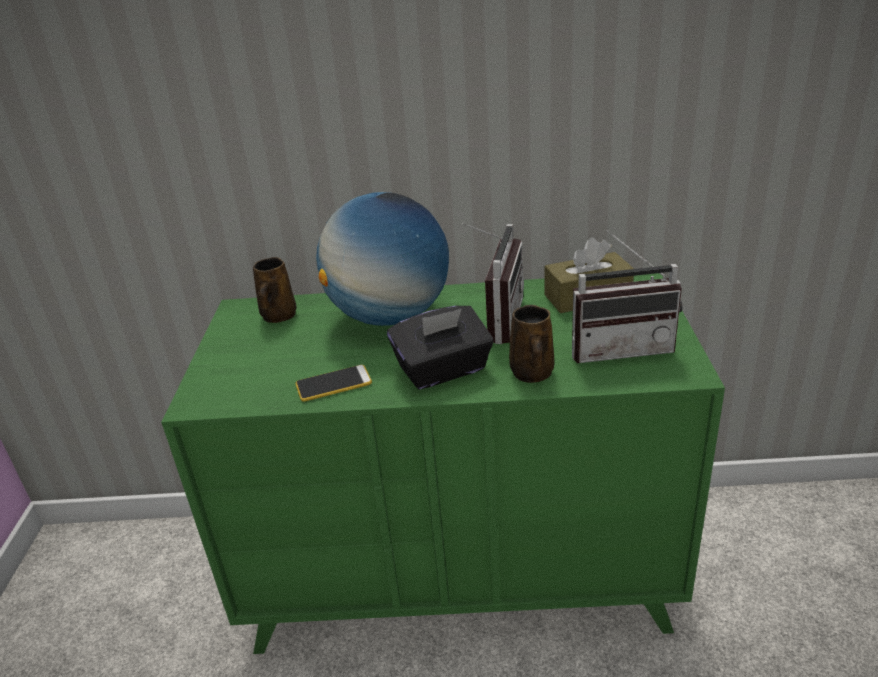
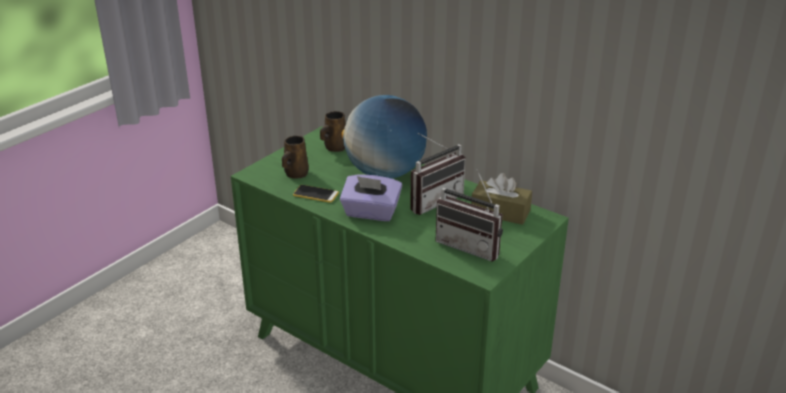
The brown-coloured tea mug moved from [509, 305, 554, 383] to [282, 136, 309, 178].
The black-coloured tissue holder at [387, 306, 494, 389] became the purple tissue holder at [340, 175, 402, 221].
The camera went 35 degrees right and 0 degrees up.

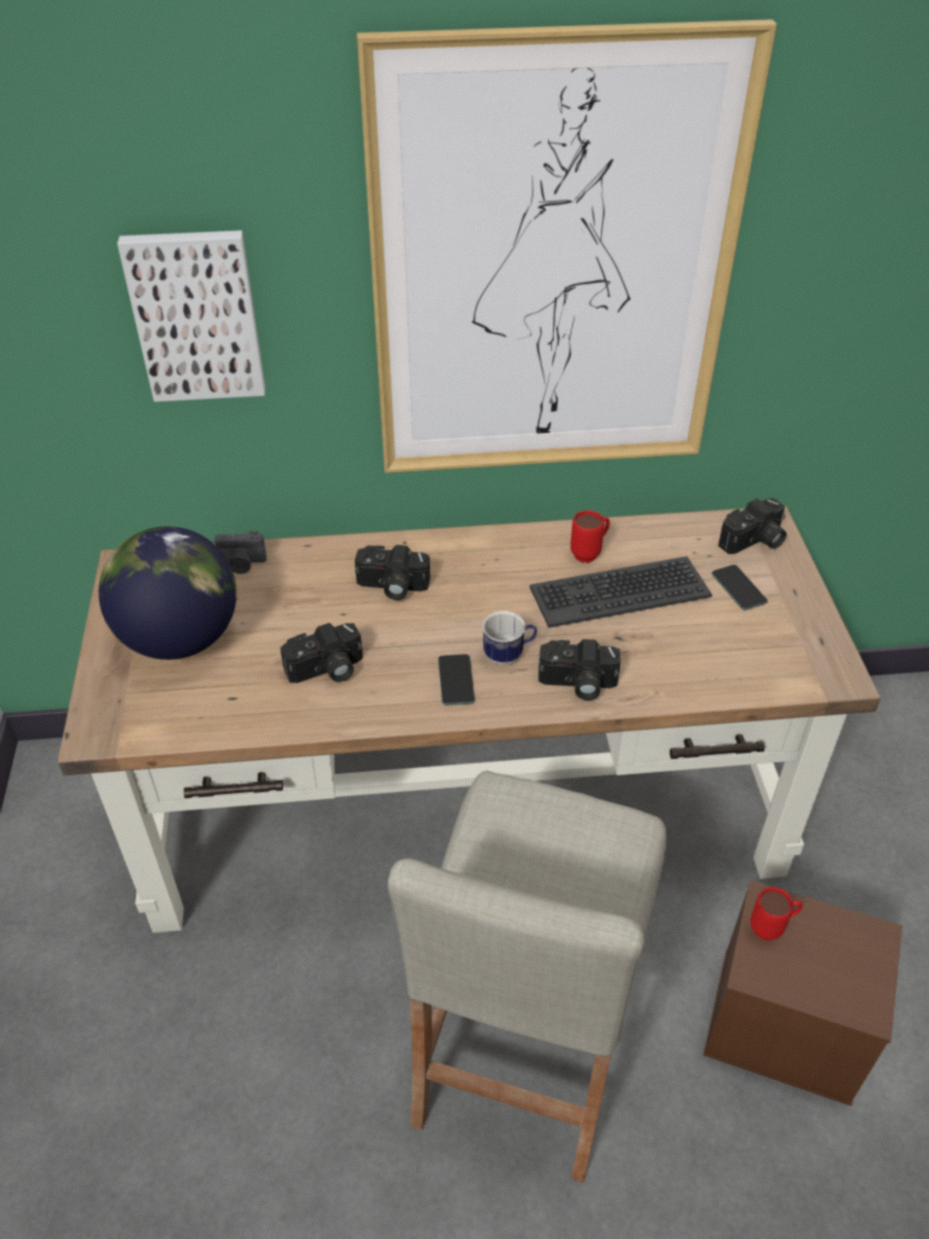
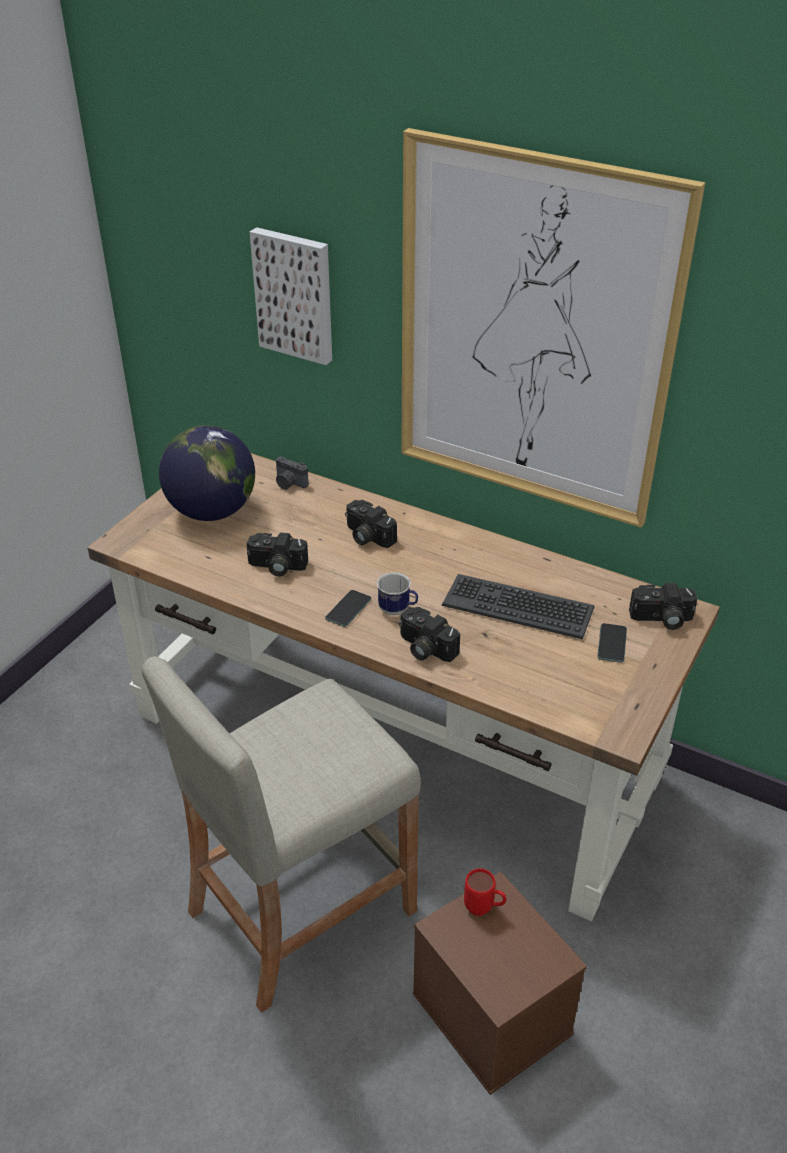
The reddish tea mug at [570, 510, 610, 563] disappeared.
The camera went 35 degrees right and 5 degrees down.

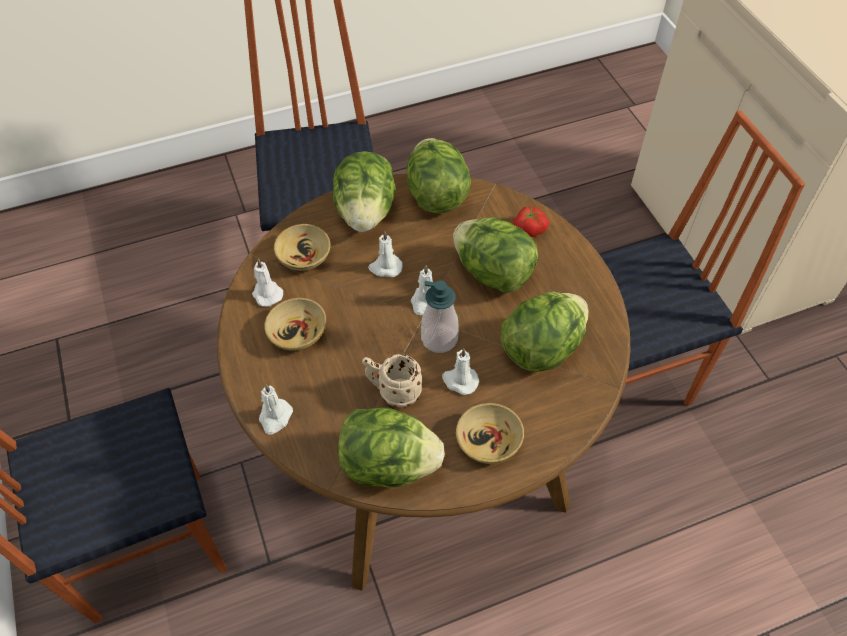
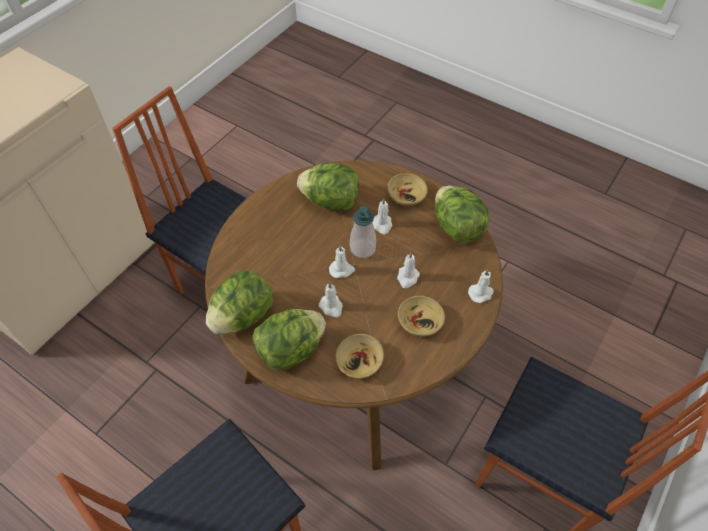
The whitish wax light moved from [252, 258, 283, 307] to [397, 252, 420, 288].
The beige-coloured tea mug at [362, 354, 423, 407] disappeared.
The lettuce head at [453, 217, 538, 293] disappeared.
The fresh tomato at [513, 207, 549, 237] disappeared.
The camera went 125 degrees left and 0 degrees up.

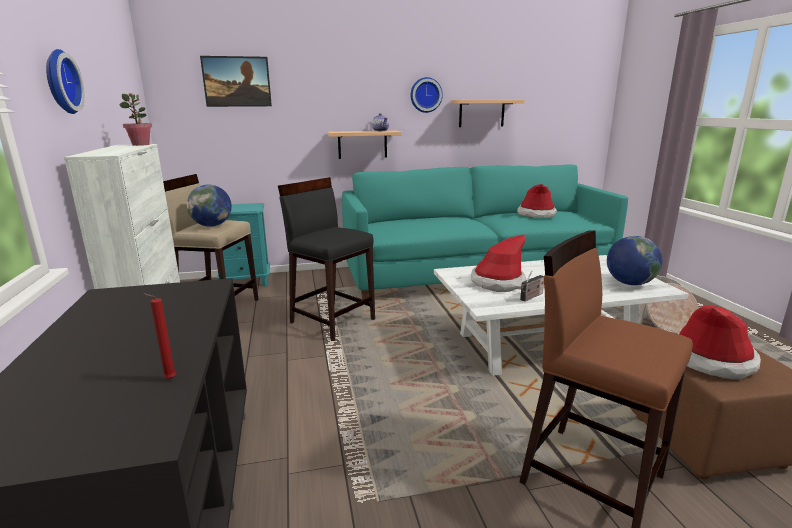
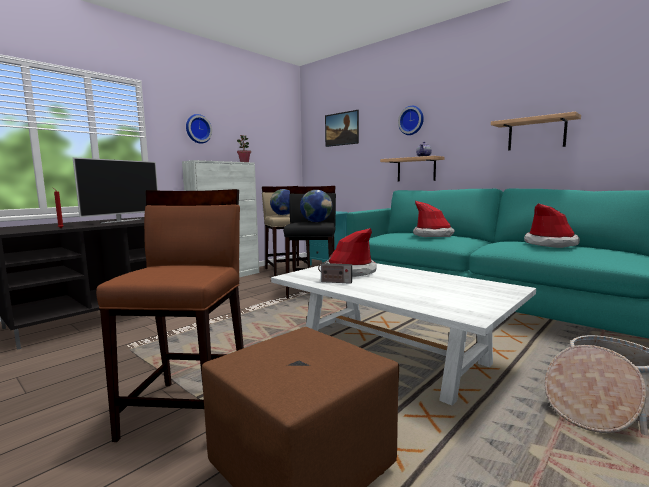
The TV at [73, 157, 158, 223] appeared.
The globe moved from [607, 236, 662, 285] to [300, 190, 332, 222].
The wall clock moved from [411, 77, 443, 113] to [398, 106, 424, 135].
The clothing hat moved from [678, 305, 761, 379] to [413, 201, 455, 237].
The camera went 55 degrees right and 10 degrees down.

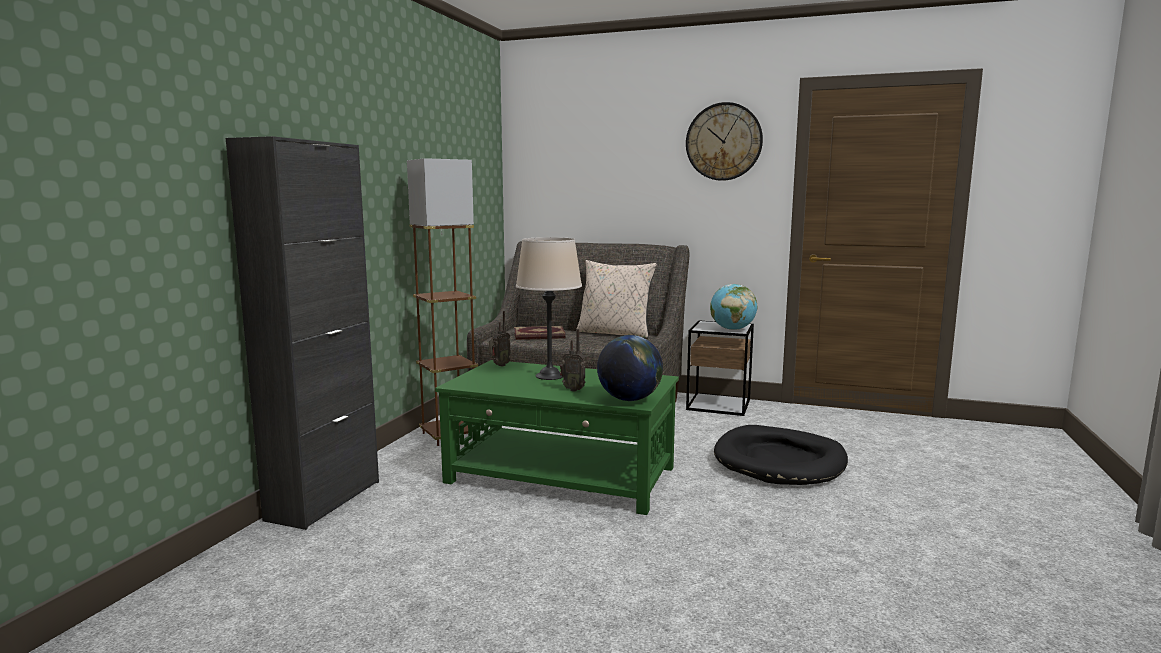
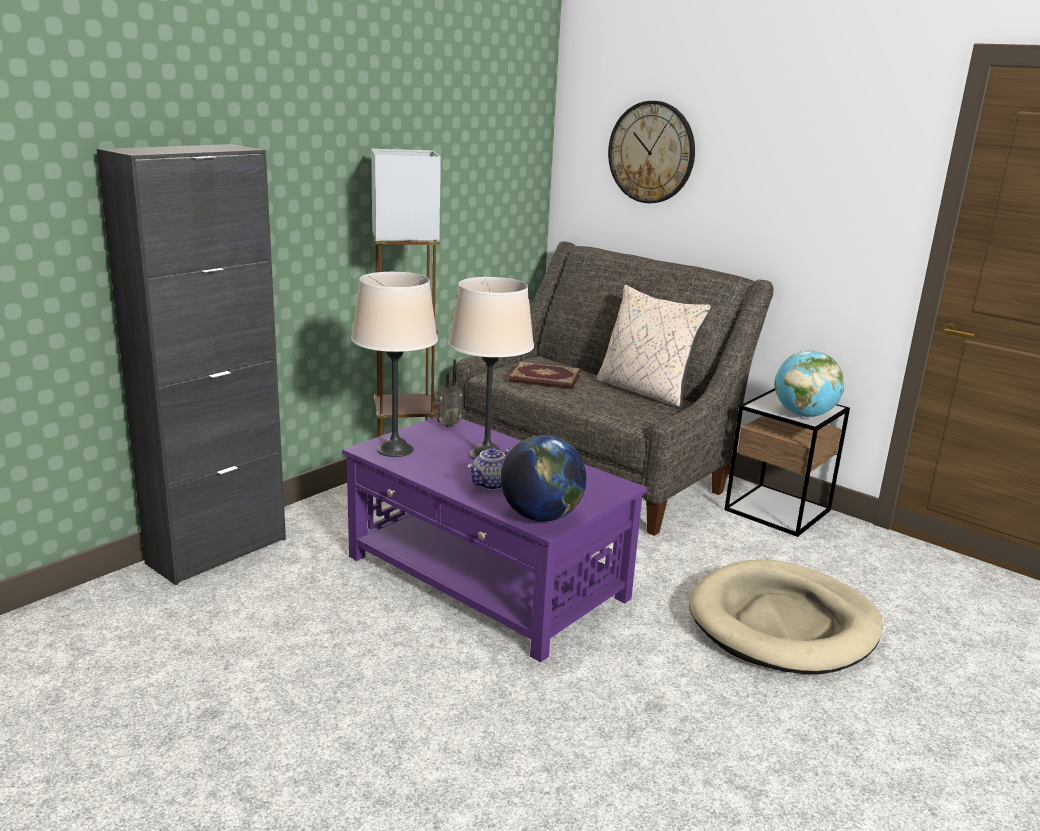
The green coffee table at [435, 360, 679, 515] became the purple coffee table at [342, 417, 648, 662].
The beige-coloured table lamp at [351, 272, 438, 457] appeared.
The radio set at [560, 329, 586, 391] was replaced by the tea pot at [468, 447, 512, 490].
The wall clock moved from [686, 102, 763, 181] to [608, 101, 695, 203].
The black-coloured dog cushion at [714, 425, 848, 485] became the beige-coloured dog cushion at [689, 559, 883, 674].
The camera went 20 degrees right and 10 degrees up.

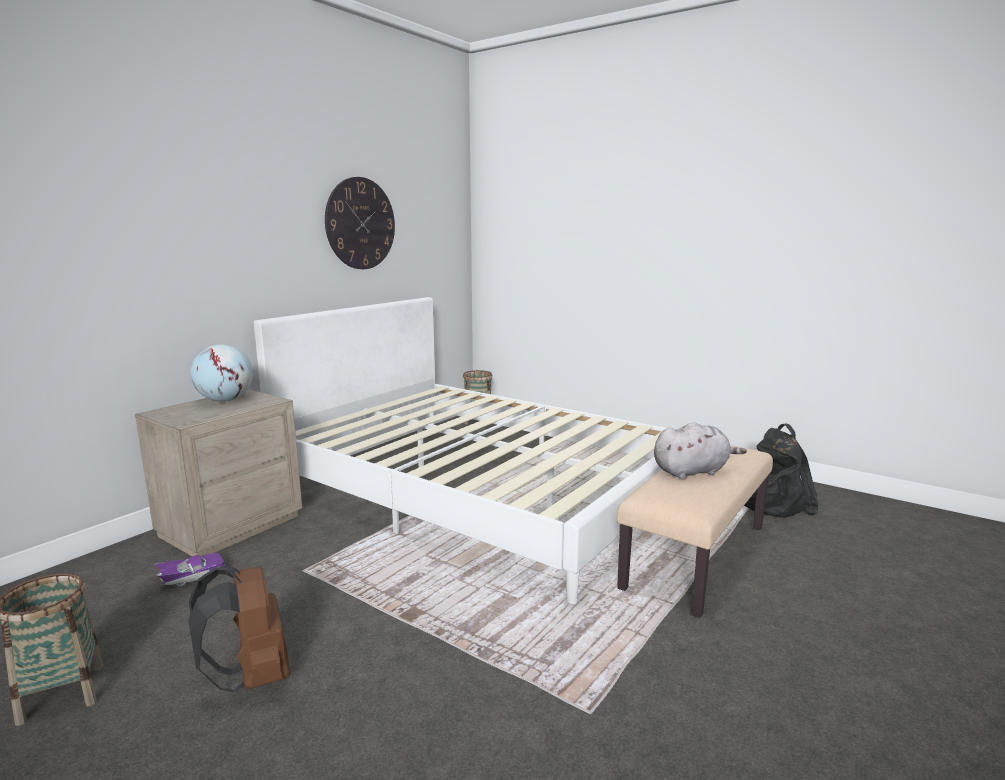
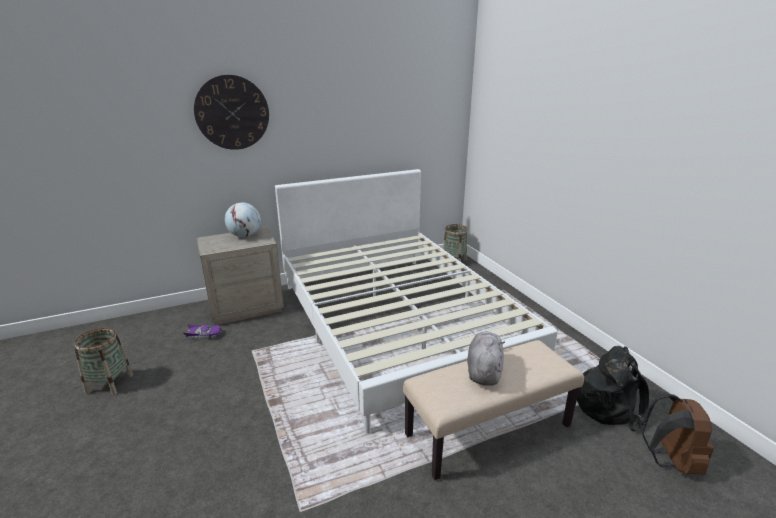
The wall clock moved from [325, 177, 395, 269] to [194, 75, 269, 150].
The gray cuddly toy at [654, 422, 747, 480] turned 90 degrees counterclockwise.
The brown-coloured backpack moved from [188, 567, 290, 693] to [642, 393, 714, 475].
The camera went 30 degrees right and 10 degrees up.

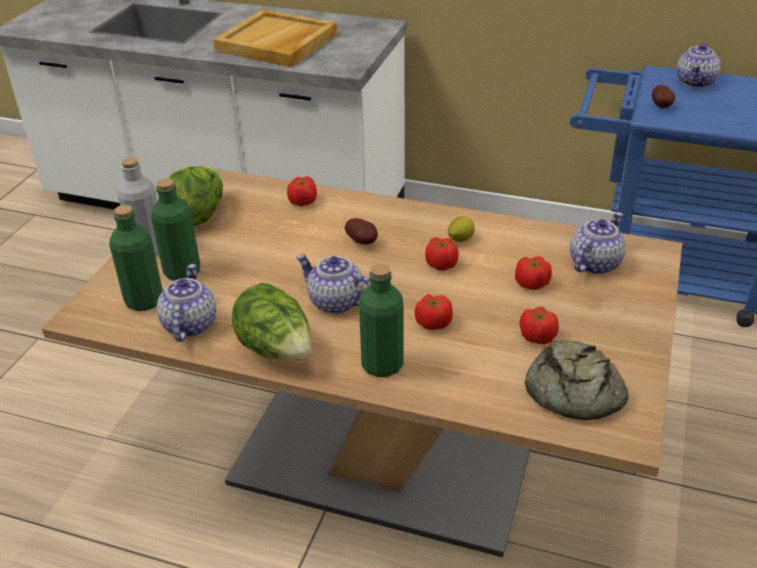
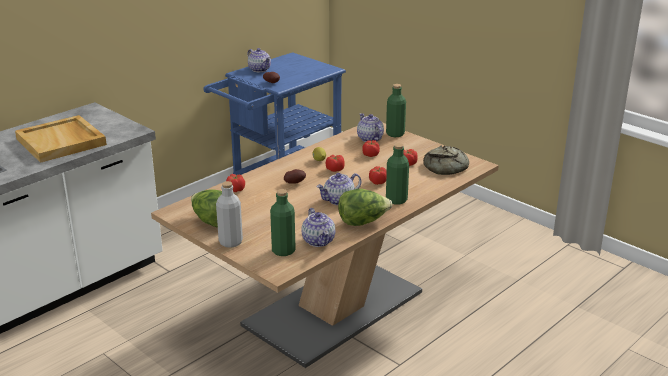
The tea pot at [157, 264, 216, 342] turned 135 degrees counterclockwise.
The green beverage bottle moved from [151, 178, 200, 281] to [386, 84, 406, 137].
The camera went 65 degrees left and 10 degrees down.

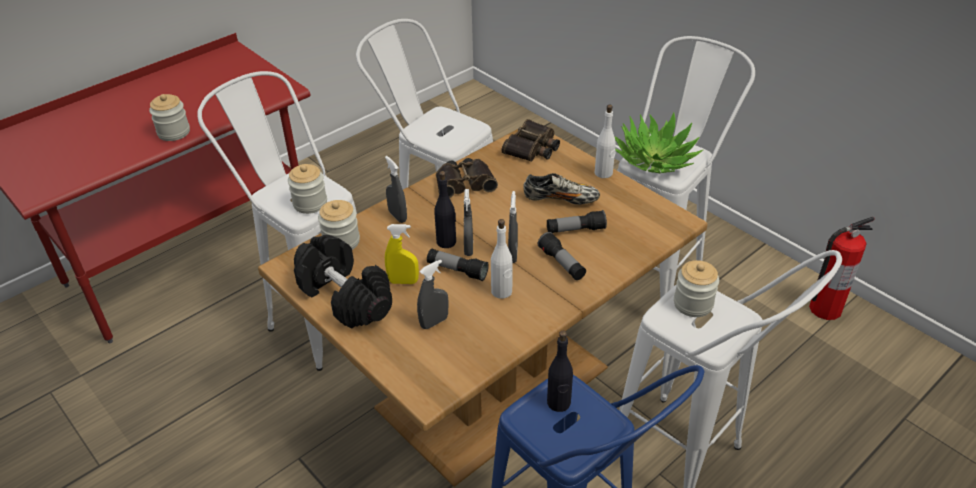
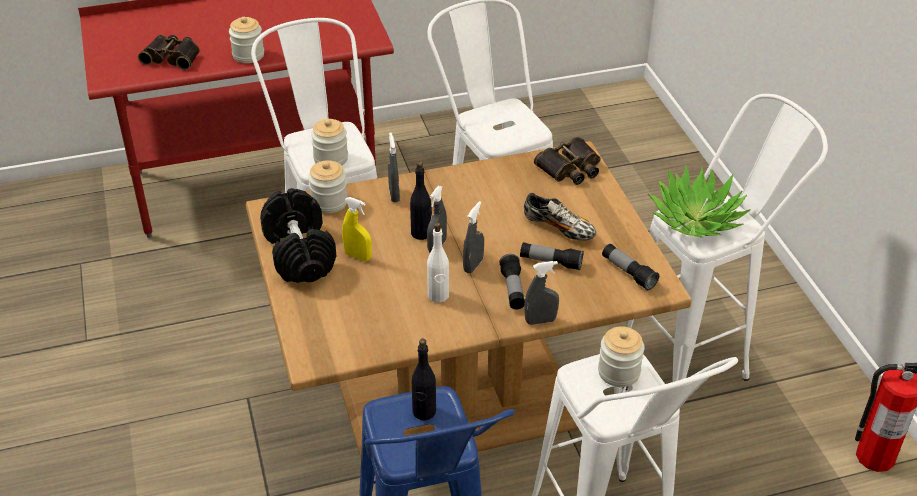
The field glasses moved from [436, 158, 498, 198] to [138, 35, 200, 70].
The gray spray bottle moved from [417, 259, 449, 329] to [524, 261, 559, 325].
The torch moved from [427, 248, 489, 281] to [602, 244, 659, 290].
The whitish beverage bottle at [595, 104, 616, 178] disappeared.
The camera went 25 degrees right and 0 degrees up.

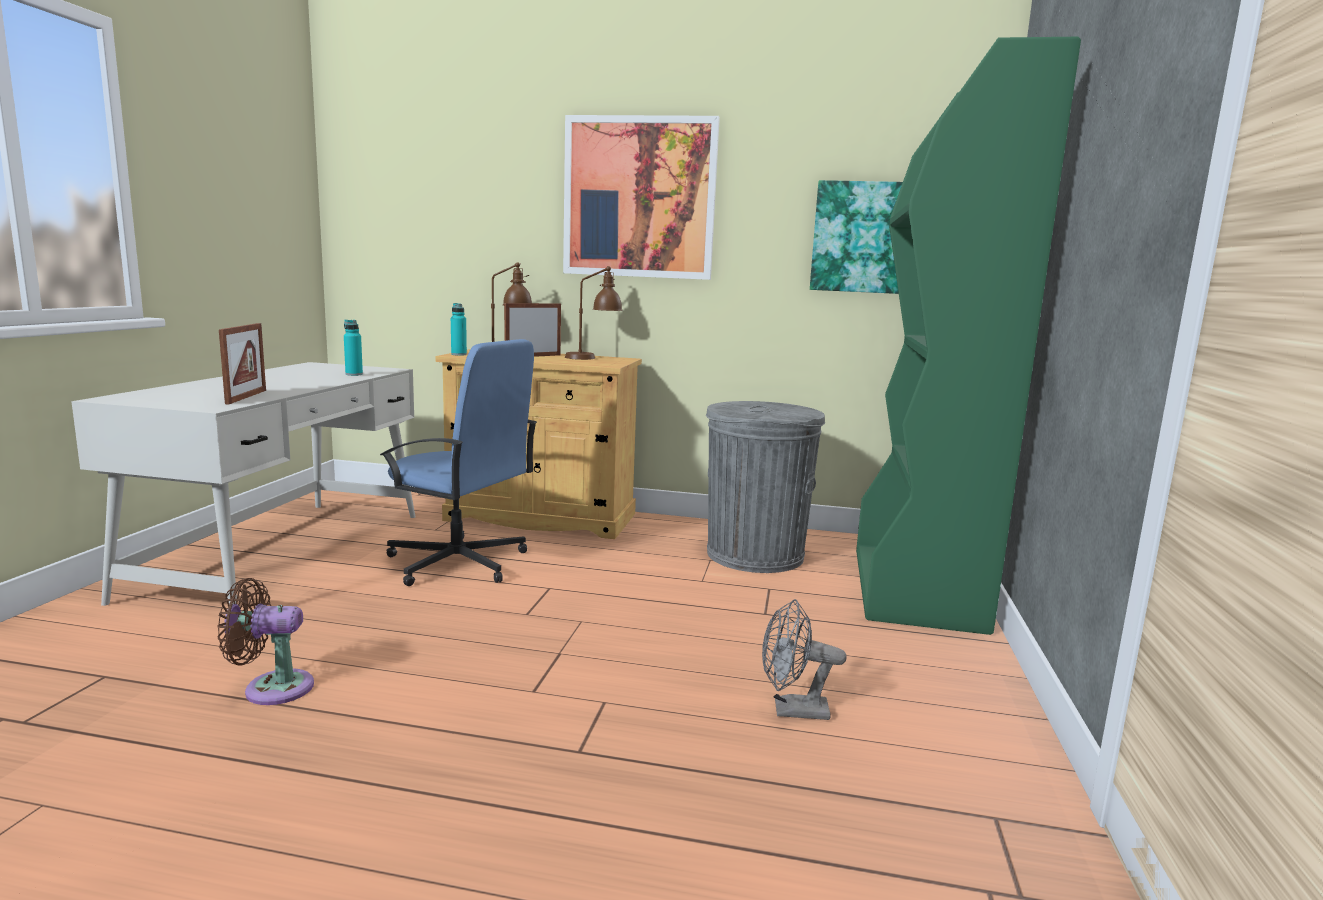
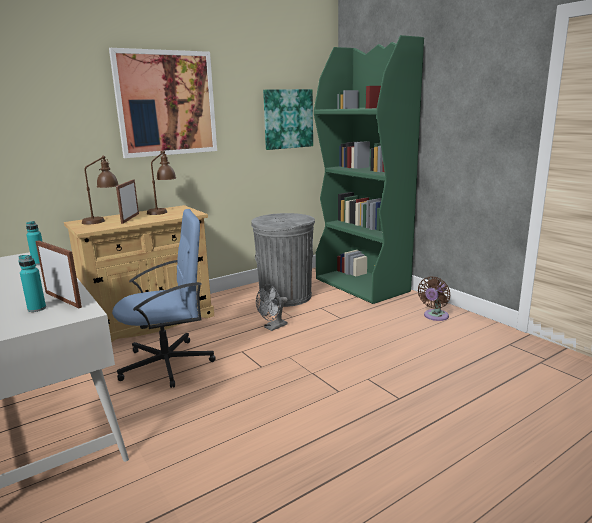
The blue-green beverage bottle moved from [451, 303, 467, 356] to [18, 255, 46, 312].
The gray cooling fan moved from [762, 599, 847, 720] to [256, 284, 288, 331].
The brown-coloured cooling fan moved from [217, 578, 314, 705] to [418, 276, 450, 321].
The camera went 45 degrees left and 5 degrees up.

